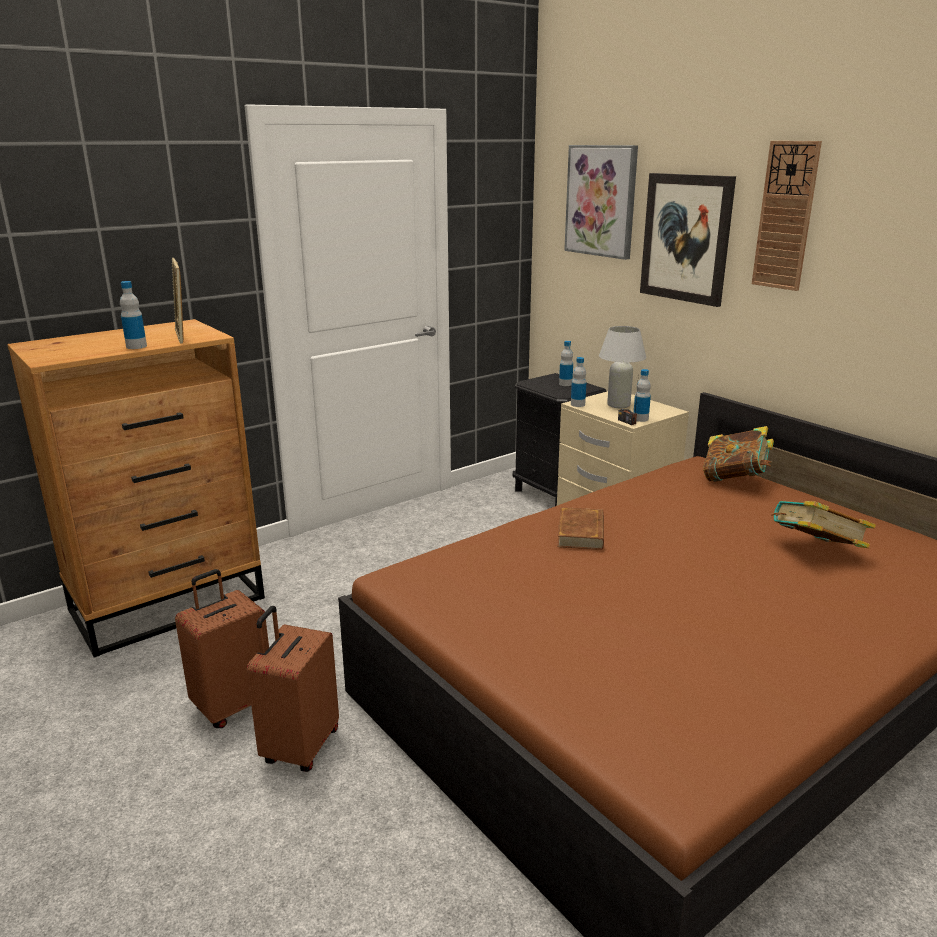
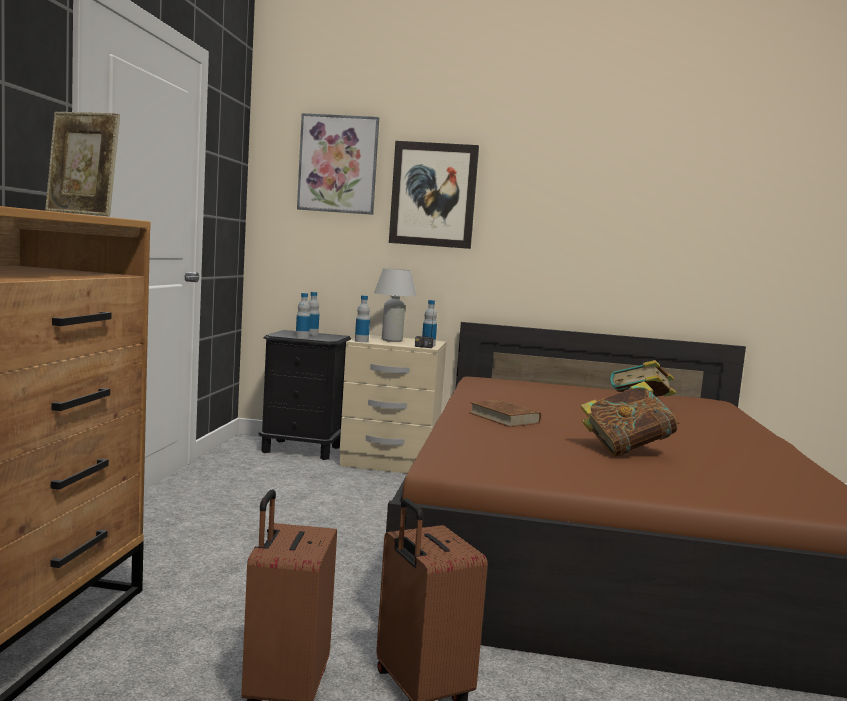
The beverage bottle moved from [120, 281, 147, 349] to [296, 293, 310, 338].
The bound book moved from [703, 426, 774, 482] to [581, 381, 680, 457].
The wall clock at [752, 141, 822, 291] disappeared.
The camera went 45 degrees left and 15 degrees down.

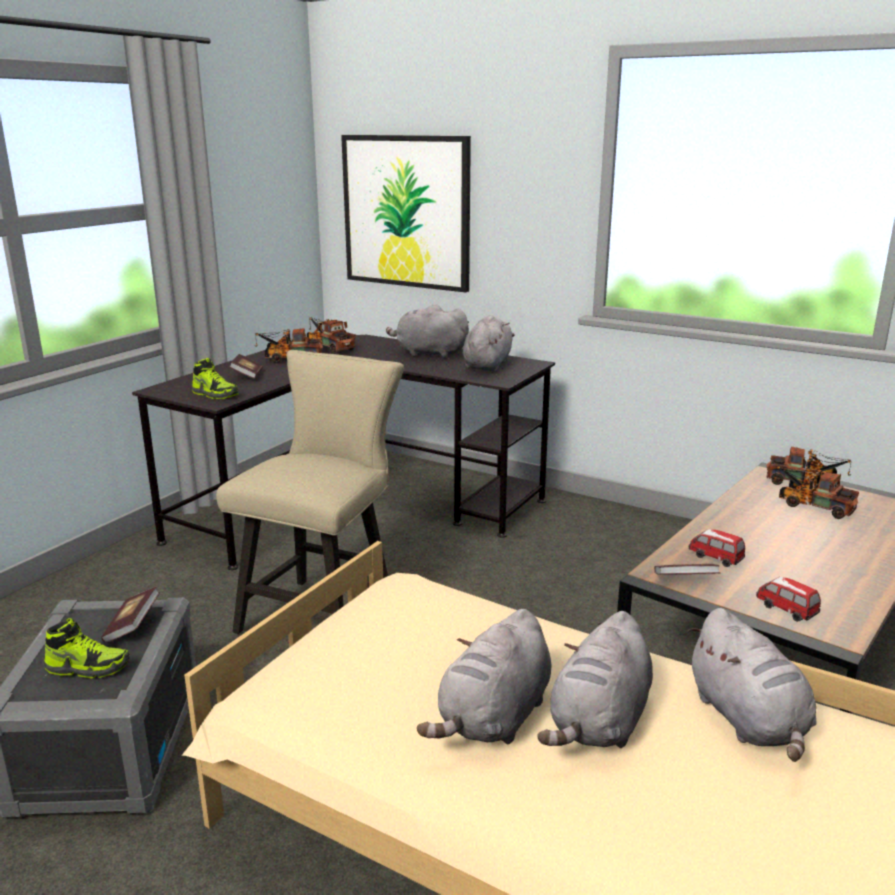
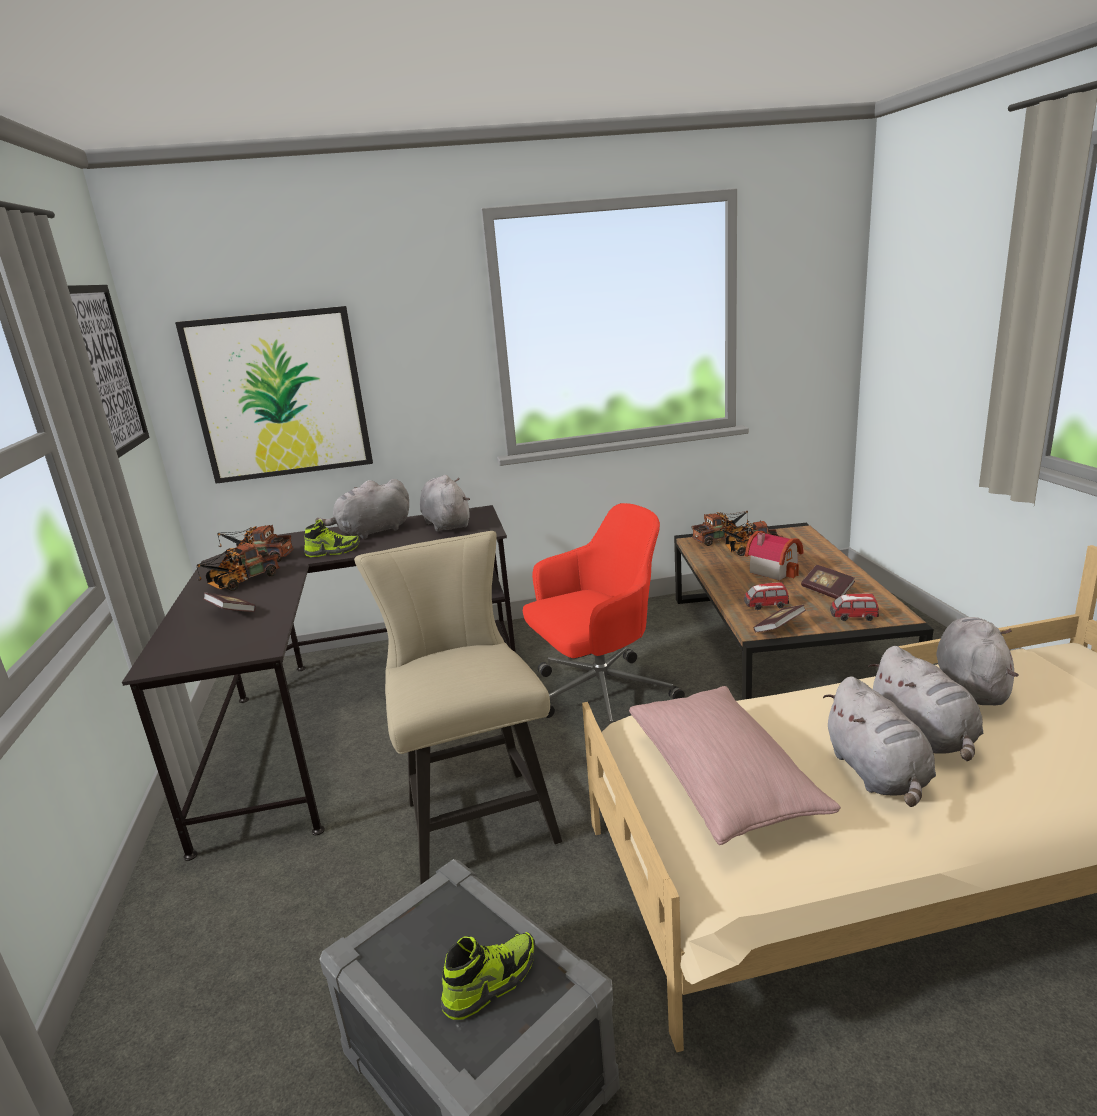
The wall picture at [68, 285, 150, 458] appeared.
The shoe moved from [192, 358, 239, 399] to [304, 519, 360, 557].
The reddish office chair at [523, 503, 685, 724] appeared.
The pink-coloured cushion at [629, 686, 841, 845] appeared.
The miniature house at [745, 531, 804, 580] appeared.
The bound book moved from [101, 587, 160, 643] to [801, 565, 855, 599].
The gray cuddly toy at [688, 608, 817, 762] turned 105 degrees counterclockwise.
The camera went 40 degrees left and 0 degrees up.

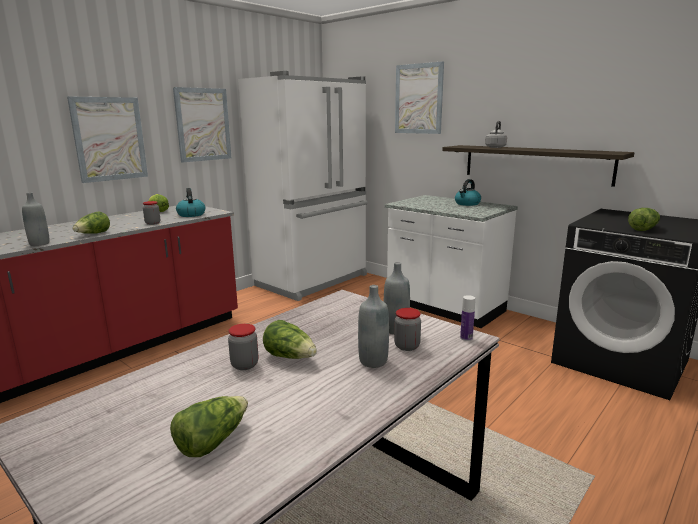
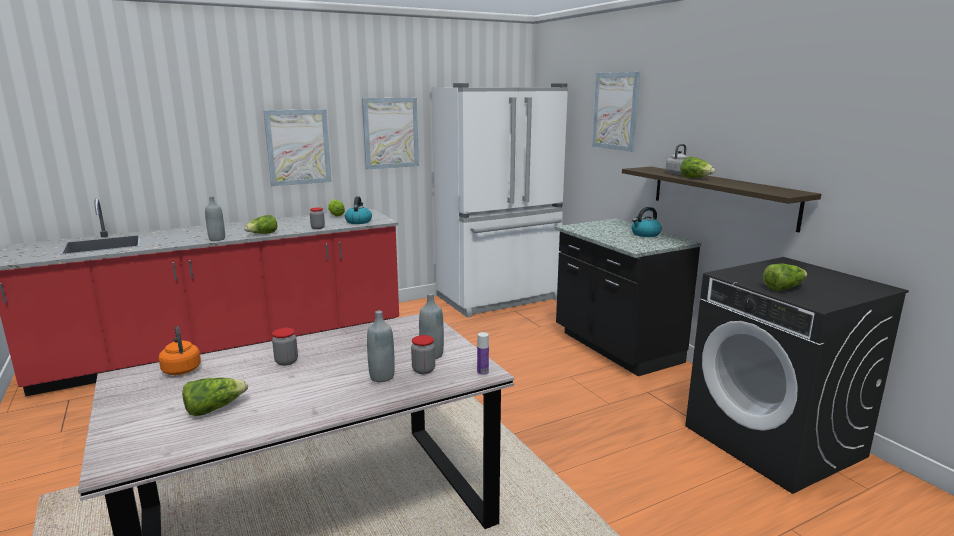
The orange kettle at [159, 326, 201, 375] appeared.
The whitish kitchen base unit at [385, 195, 518, 328] became the black-coloured kitchen base unit at [555, 219, 701, 376].
The lettuce head moved from [263, 320, 317, 359] to [680, 157, 715, 178].
The camera went 20 degrees right and 0 degrees up.

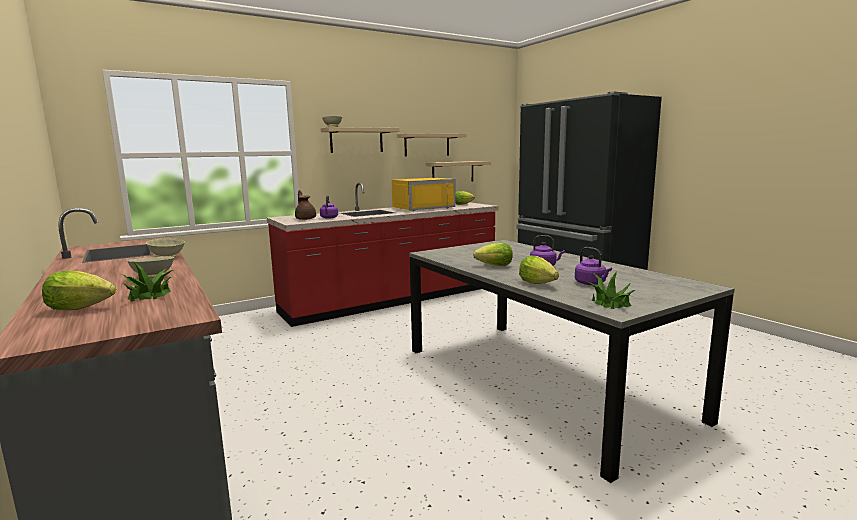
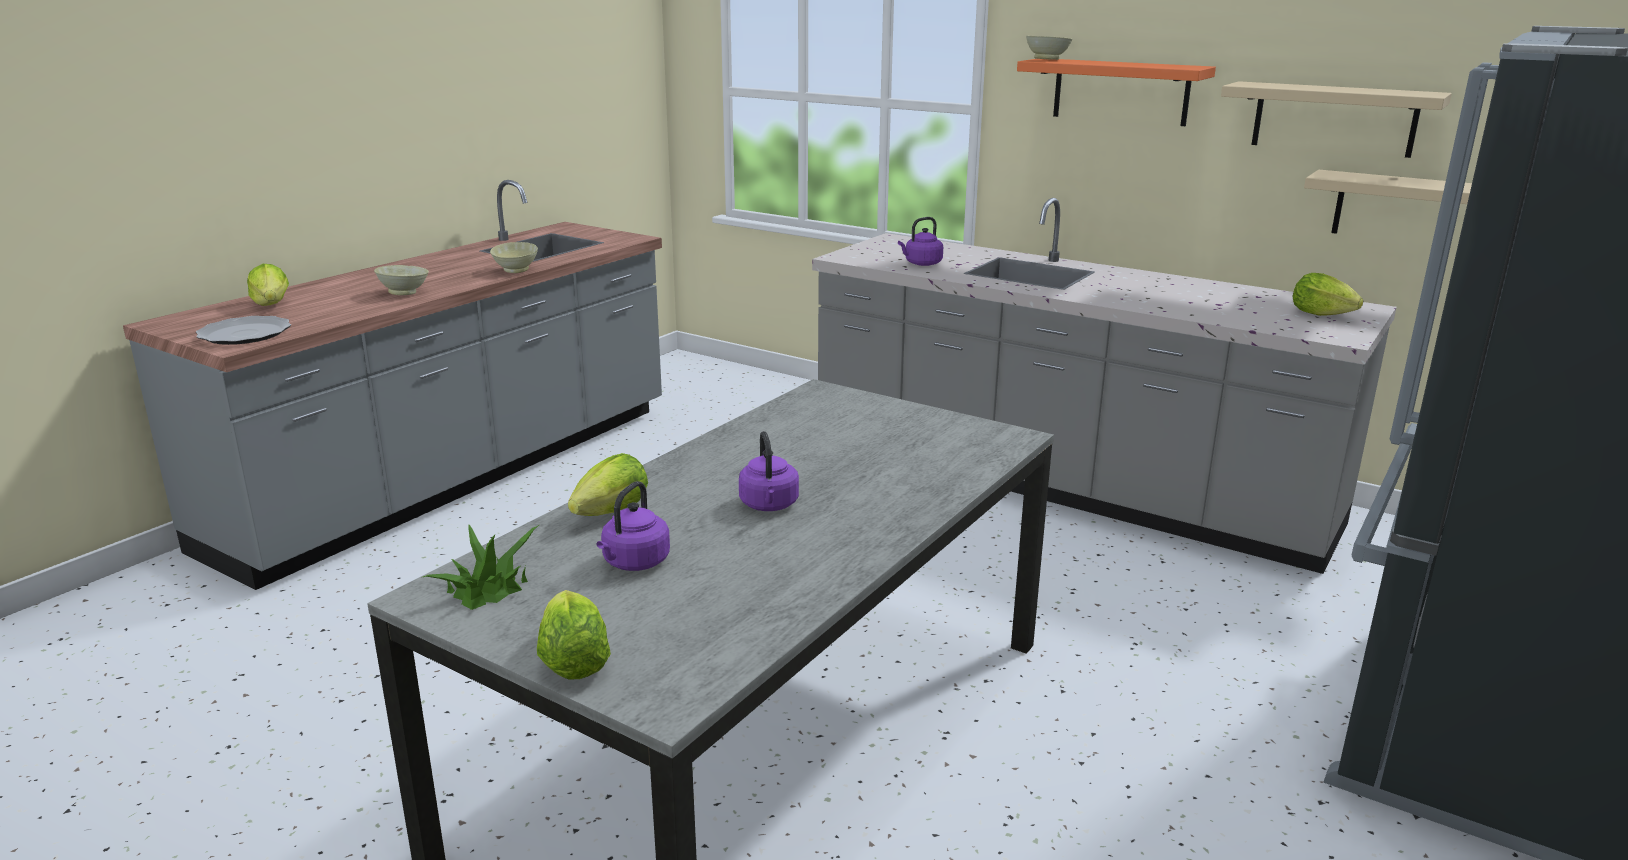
The flat dish at [196, 316, 291, 345] appeared.
The lettuce head moved from [473, 243, 512, 266] to [537, 590, 611, 680].
The reddish kitchen base unit at [267, 183, 498, 327] became the gray kitchen base unit at [812, 198, 1397, 574].
The beige-coloured bracket shelf at [321, 127, 399, 153] became the orange bracket shelf at [1017, 59, 1216, 126].
The potted plant at [122, 262, 173, 301] disappeared.
The brown-coloured tea pot at [295, 190, 316, 220] disappeared.
The yellow-coloured microwave at [392, 178, 456, 212] disappeared.
The camera went 65 degrees right and 10 degrees up.

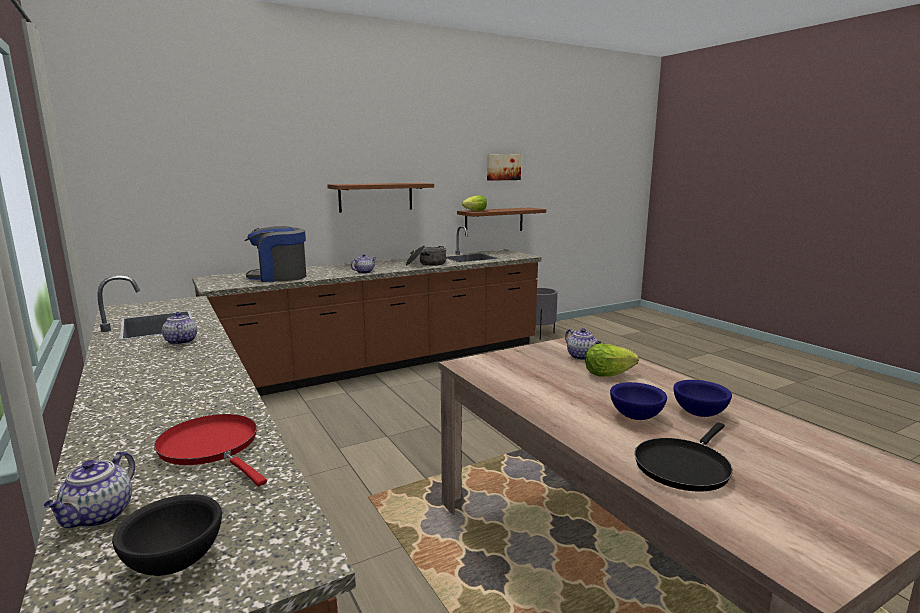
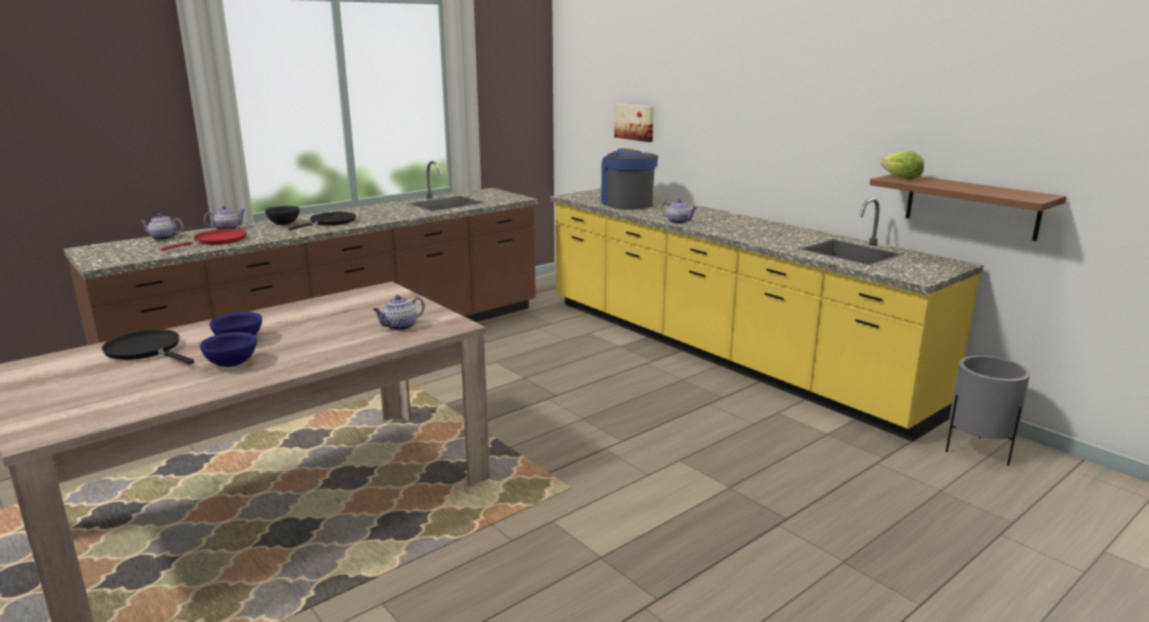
The tea pot moved from [162, 312, 197, 345] to [204, 206, 245, 230].
The black-coloured bowl moved from [112, 494, 222, 576] to [265, 206, 300, 225].
The black-coloured frying pan at [288, 212, 356, 230] appeared.
The brown-coloured kitchen base unit at [192, 226, 542, 396] became the yellow-coloured kitchen base unit at [550, 188, 984, 442].
The wall picture moved from [487, 154, 521, 181] to [614, 104, 654, 142].
The brown-coloured bracket shelf at [327, 183, 434, 213] disappeared.
The saucepot at [406, 245, 446, 266] disappeared.
The lettuce head at [585, 343, 639, 377] disappeared.
The camera went 80 degrees right and 5 degrees up.

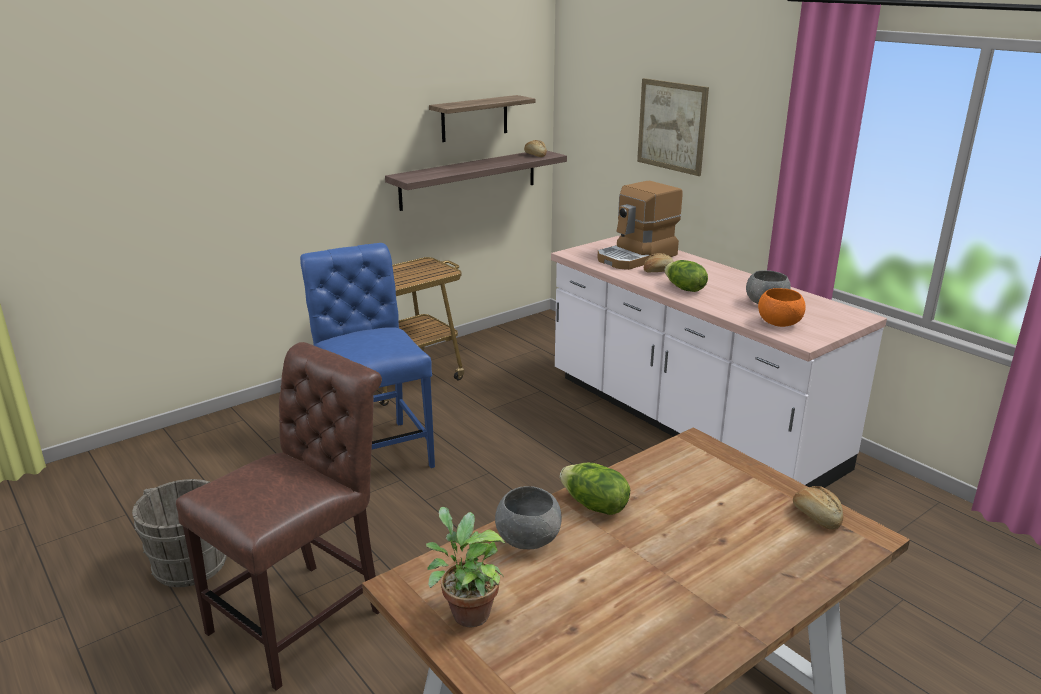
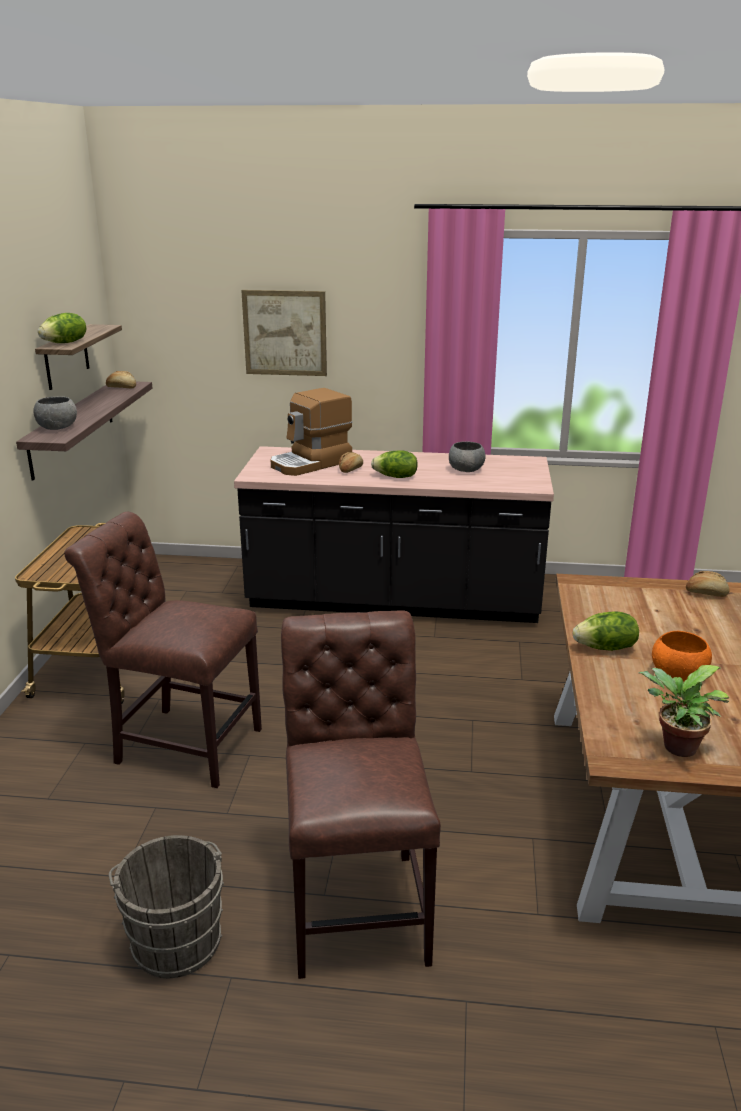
The gray bowl moved from [495, 486, 562, 549] to [33, 396, 77, 430].
The lettuce head at [38, 313, 86, 343] appeared.
The bluish chair at [300, 243, 435, 468] became the brown-coloured chair at [64, 512, 262, 788].
The whitish kitchen base unit at [551, 235, 887, 488] became the black-coloured kitchen base unit at [234, 446, 554, 623].
The coffee maker at [597, 181, 683, 270] turned 45 degrees clockwise.
The orange bowl moved from [758, 288, 806, 327] to [652, 631, 712, 682].
The camera went 45 degrees left and 0 degrees up.

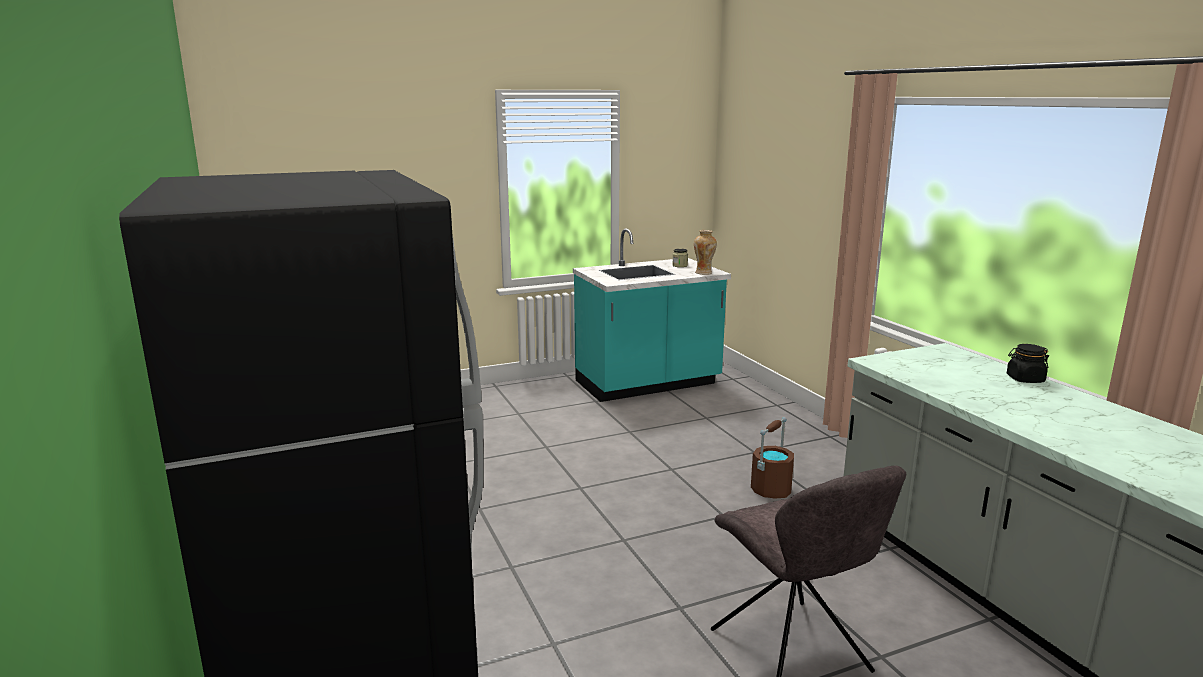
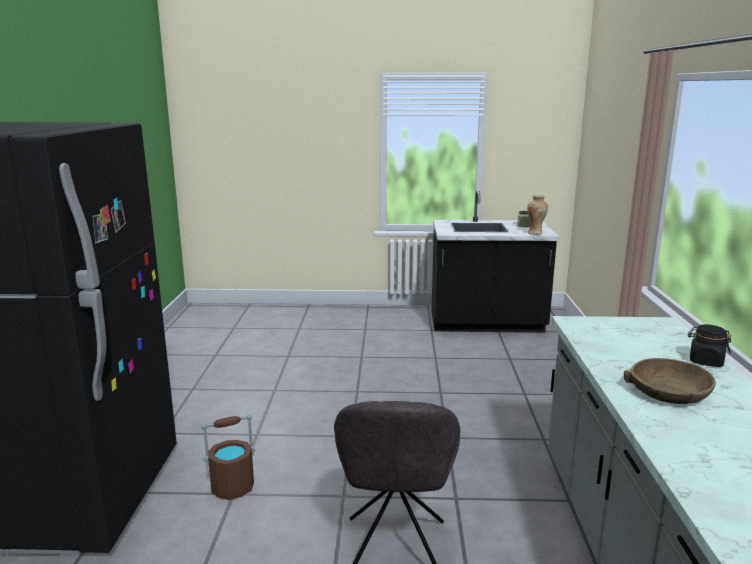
The brown-coloured pail moved from [751, 417, 794, 499] to [201, 415, 255, 500].
The blue-green kitchen base unit at [573, 228, 731, 402] became the black-coloured kitchen base unit at [432, 190, 559, 333].
The brown-coloured bowl at [624, 358, 716, 404] appeared.
The camera went 25 degrees right and 0 degrees up.

